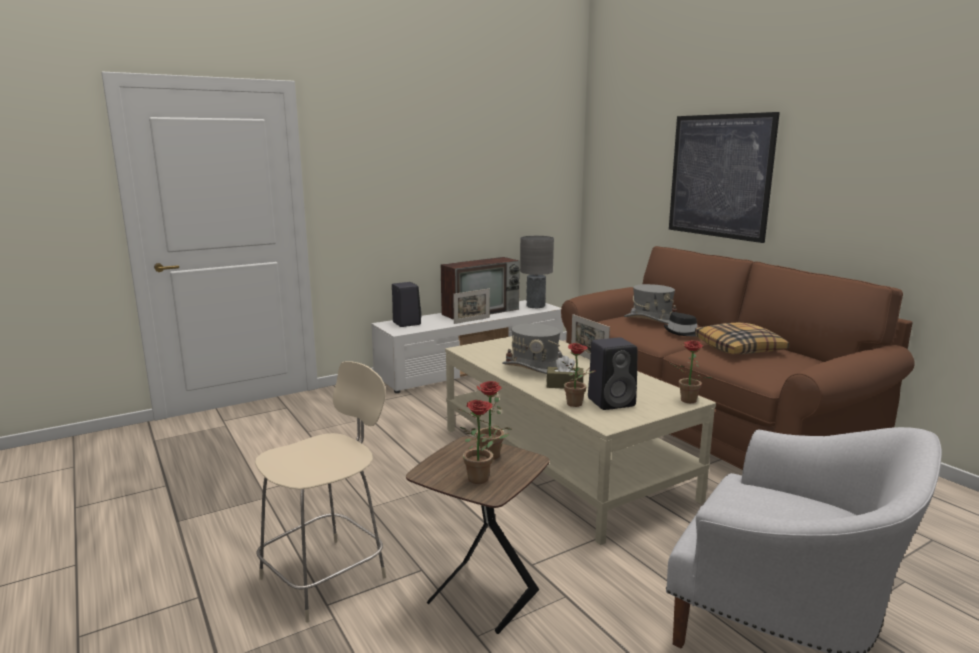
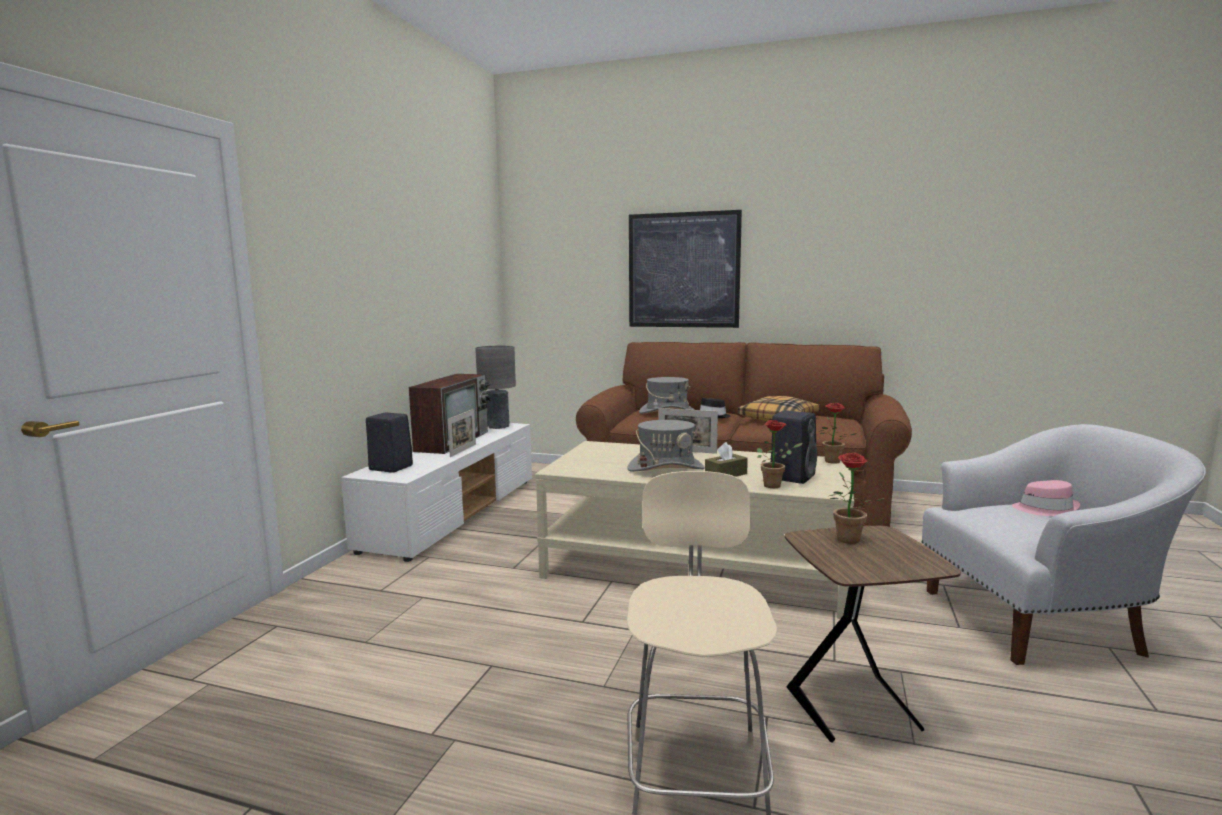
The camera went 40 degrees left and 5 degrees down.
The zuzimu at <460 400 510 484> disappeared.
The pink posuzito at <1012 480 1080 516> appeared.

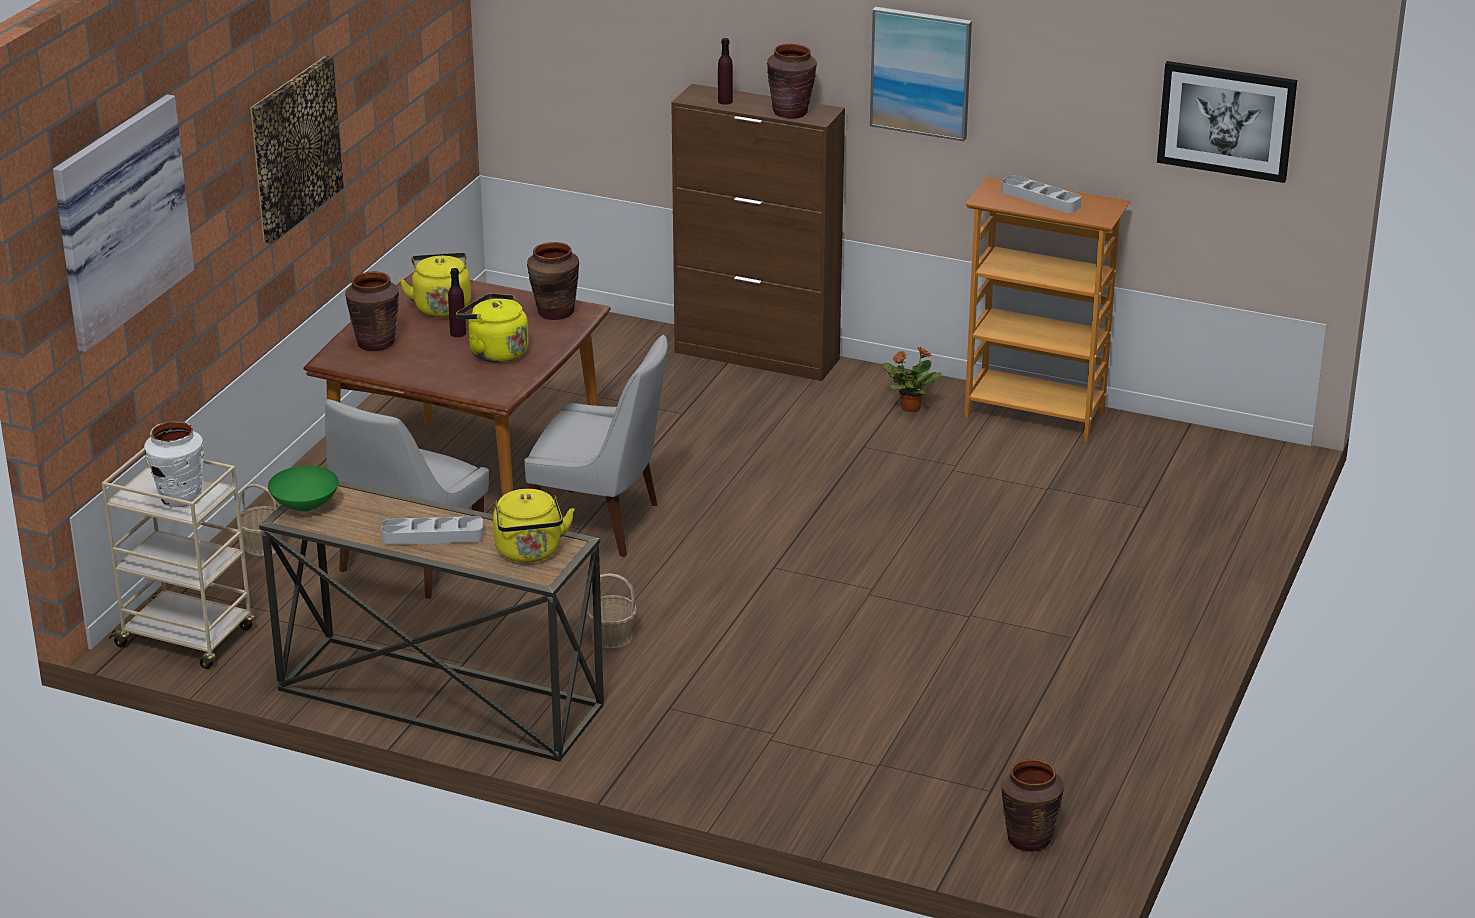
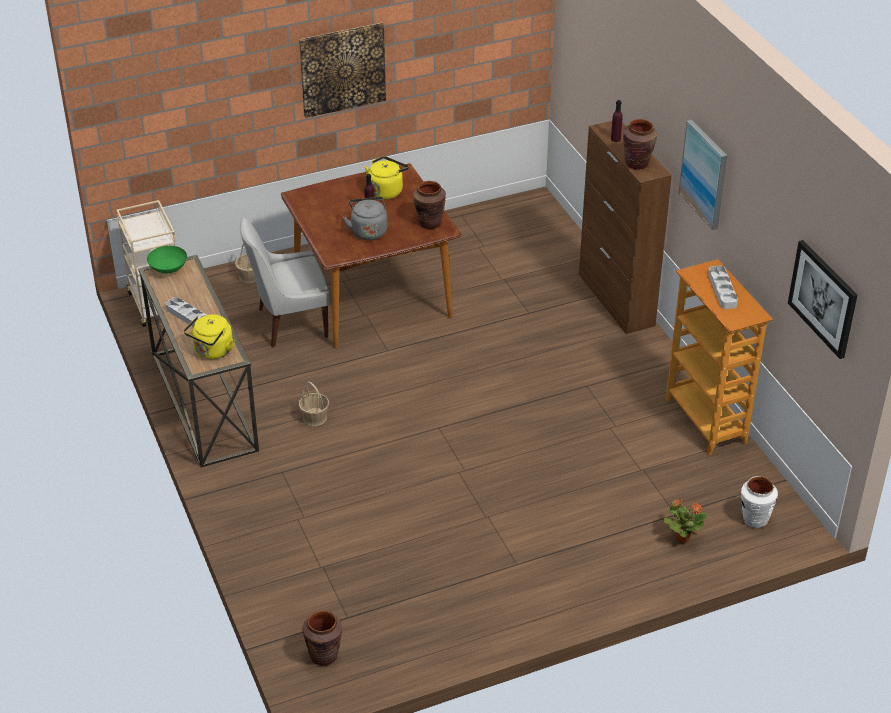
The camera went 45 degrees right and 10 degrees up.
The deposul at <53 94 194 352> disappeared.
The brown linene at <345 271 399 351> disappeared.
The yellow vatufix at <456 293 529 363> became the grey vatufix at <343 197 387 240>.
The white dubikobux at <524 335 668 557> disappeared.
The zuzimu moved from <883 346 942 412> to <662 499 708 543>.
The white linene moved from <144 421 204 507> to <741 476 778 528>.

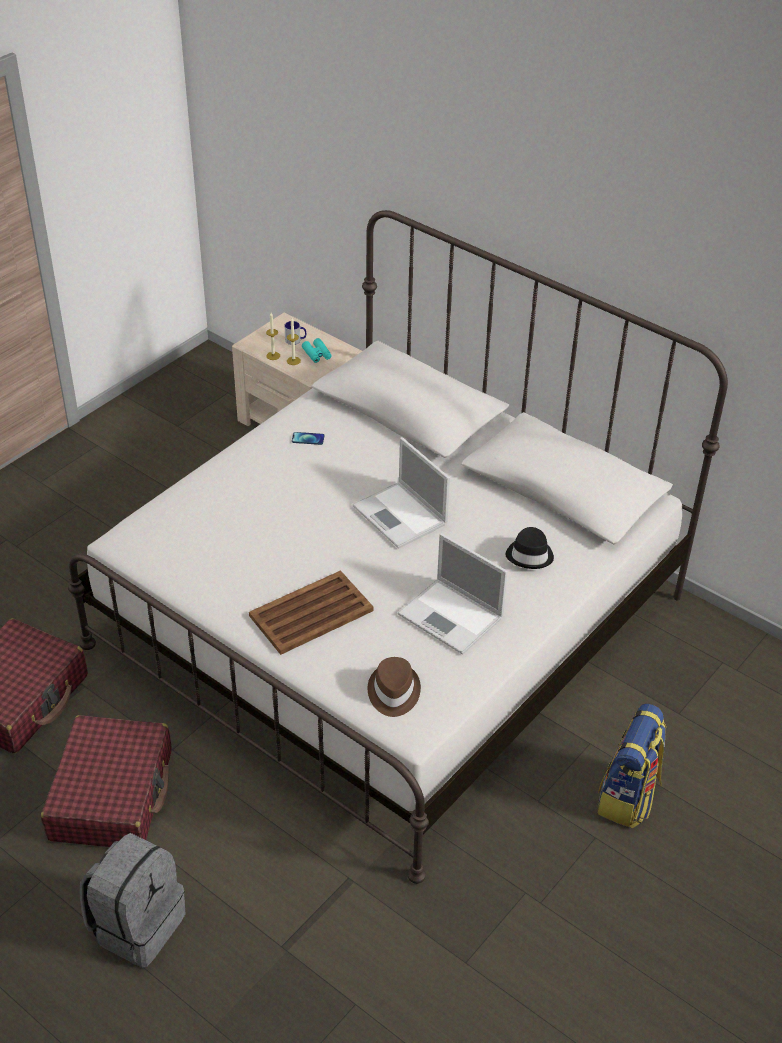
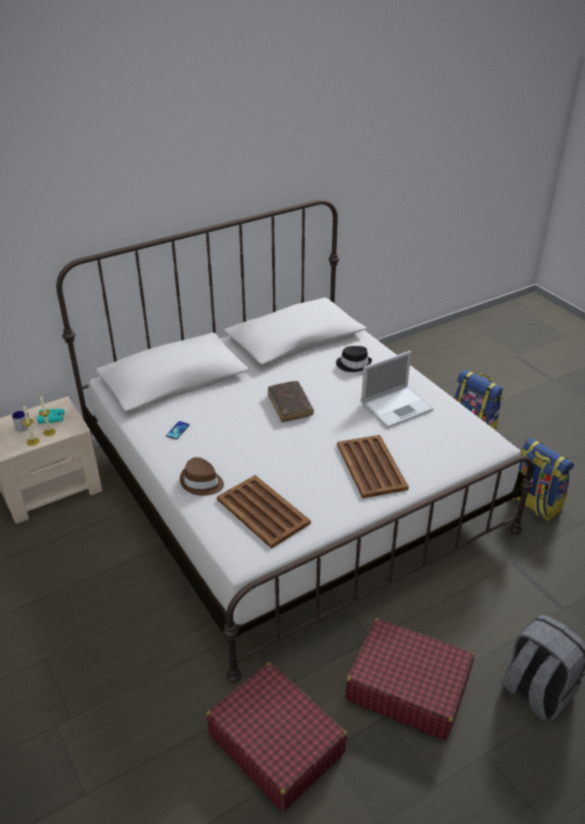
The camera went 70 degrees left and 5 degrees down.
The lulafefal at <353 437 450 549> was replaced by the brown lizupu at <268 381 314 422>.
The brown posuzito moved from <368 657 421 717> to <180 457 224 496>.
The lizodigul at <510 438 574 521> appeared.
The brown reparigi at <217 475 311 549> appeared.

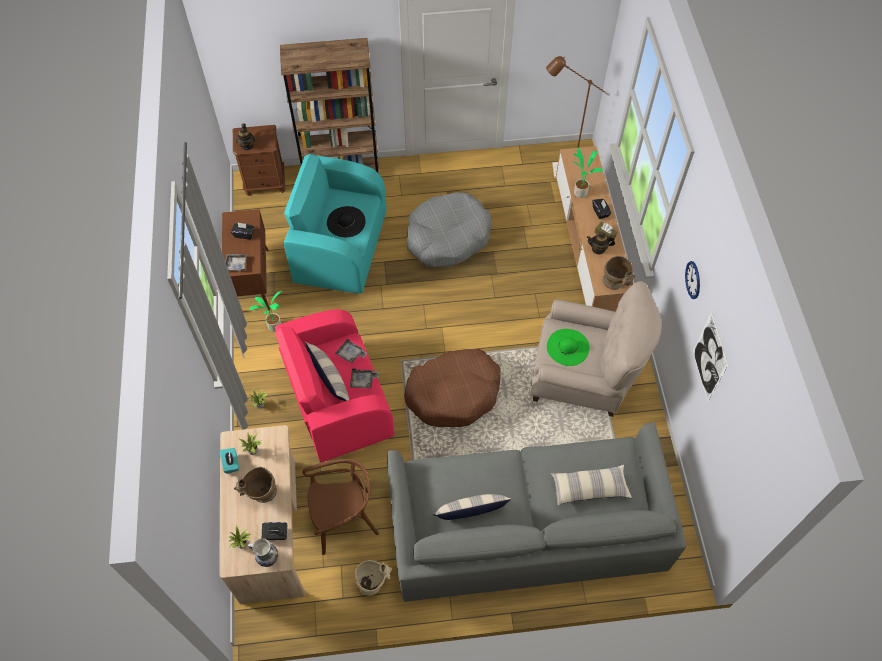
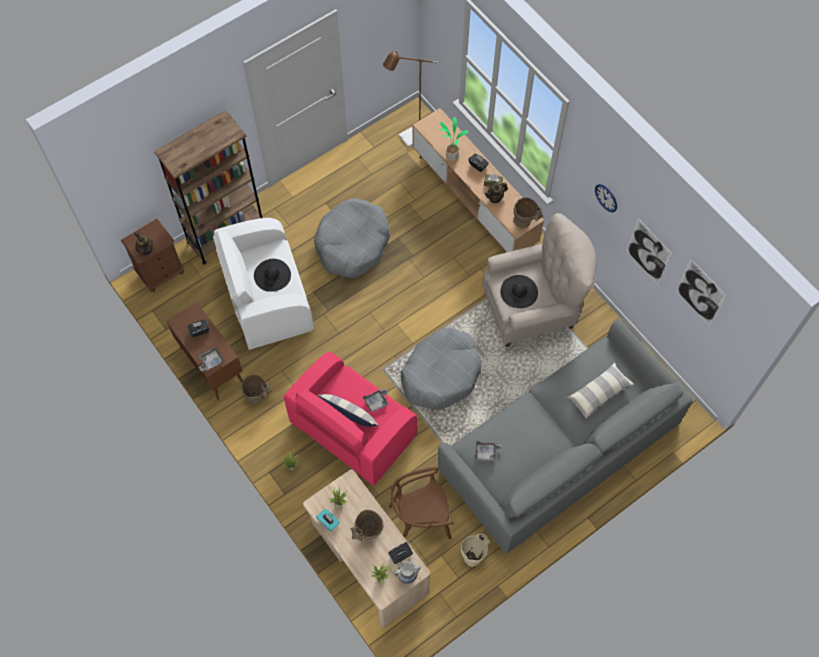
The camera went 30 degrees left and 5 degrees up.
The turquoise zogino at <284 154 387 294> became the white zogino at <213 218 314 350>.
The zuzimu at <250 291 282 332> was replaced by the beige linene at <241 375 273 404>.
The green posuzito at <547 329 589 366> became the black posuzito at <501 275 538 308>.
The grey reparigi moved from <335 338 367 363> to <475 441 502 461>.
The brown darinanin at <404 349 501 427> became the grey darinanin at <401 327 482 410>.
The brown dubikobux at <302 459 379 555> turned 150 degrees counterclockwise.
The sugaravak at <433 494 511 520> disappeared.
The deposul at <676 258 727 326> appeared.

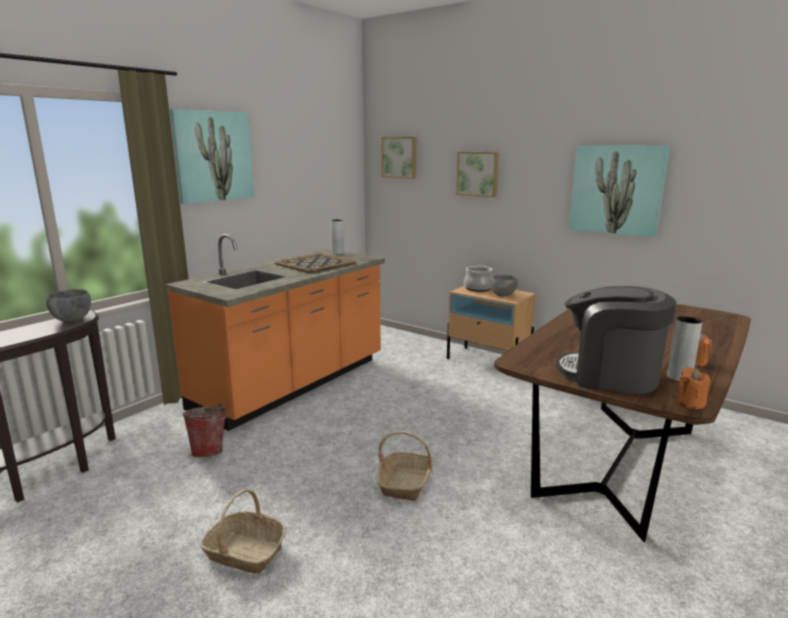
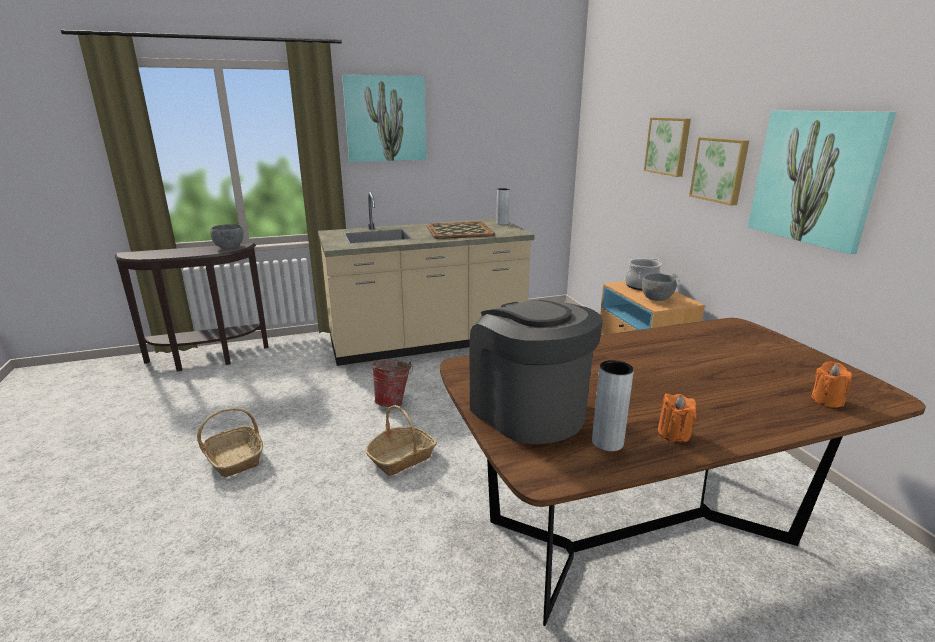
The camera went 35 degrees right and 5 degrees up.
The deposul moved from <382 137 416 179> to <689 137 749 206>.
The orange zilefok at <165 234 385 431> became the beige zilefok at <318 192 534 366>.
The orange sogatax moved from <677 367 711 409> to <811 361 852 407>.
The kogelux moved from <182 403 230 457> to <371 360 413 407>.

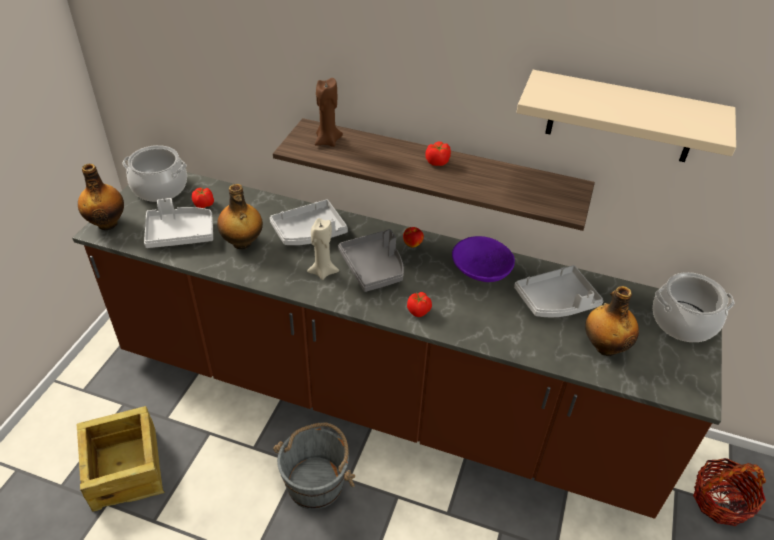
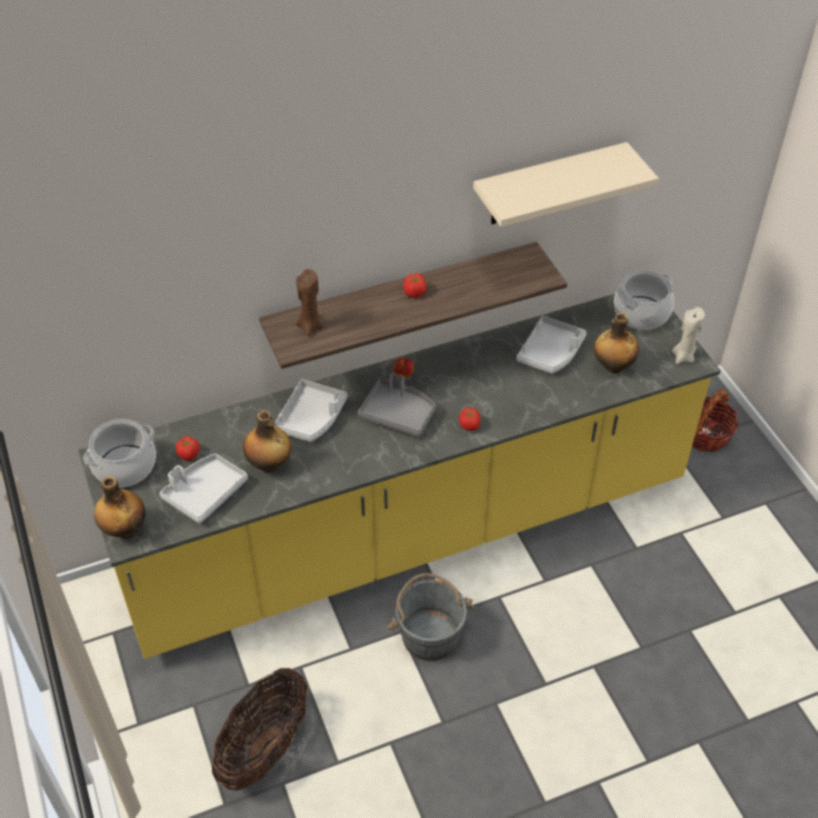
The camera went 40 degrees left and 5 degrees up.
The brown zilefok at <72 172 722 519> became the yellow zilefok at <78 294 721 659>.
The beige sogatax moved from <307 218 339 280> to <672 307 705 364>.
The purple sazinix at <452 236 515 282> disappeared.
The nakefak at <77 406 164 511> was replaced by the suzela at <212 668 307 790>.

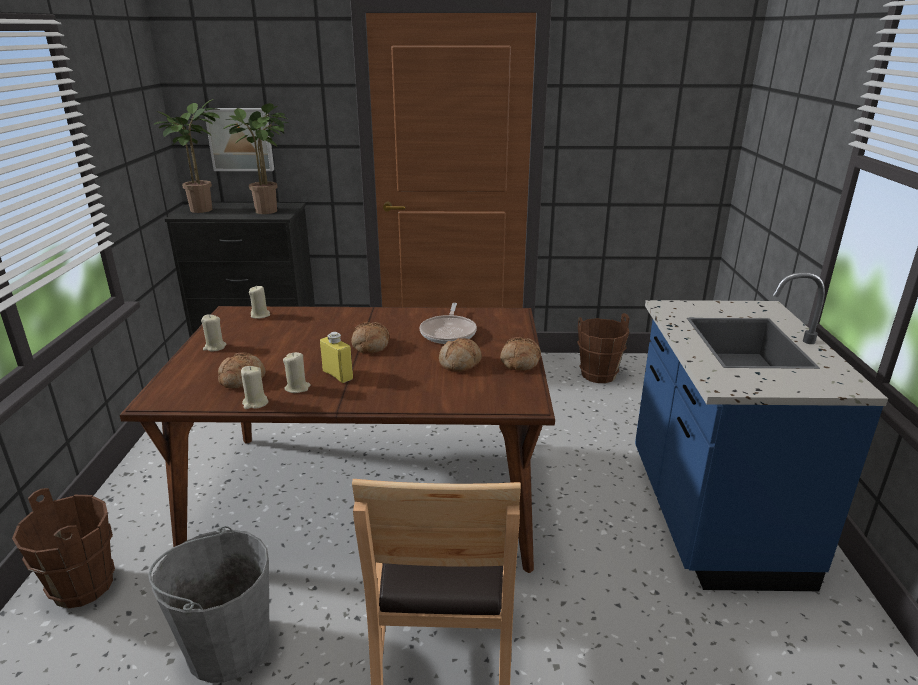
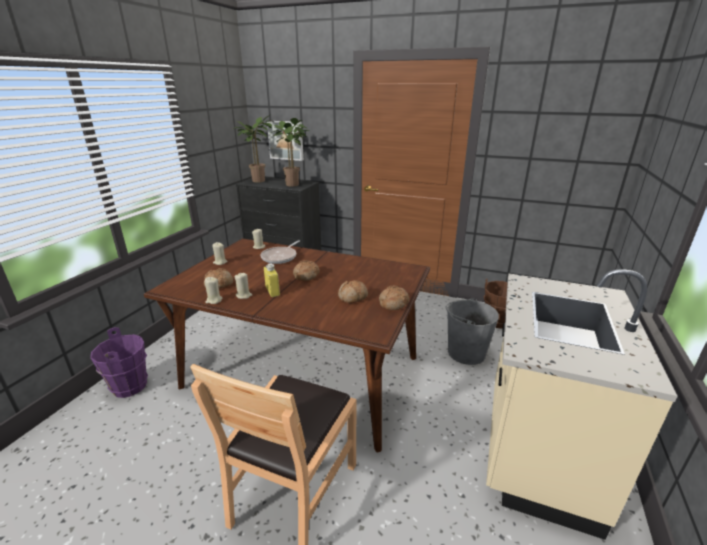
The camera went 20 degrees right and 0 degrees up.
The blue zilefok at <635 272 888 591> became the beige zilefok at <486 269 677 540>.
The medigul moved from <419 303 477 344> to <260 241 300 264>.
The brown kogelux at <12 488 115 608> became the purple kogelux at <90 327 148 398>.
The grey kogelux moved from <148 526 270 683> to <446 298 499 365>.

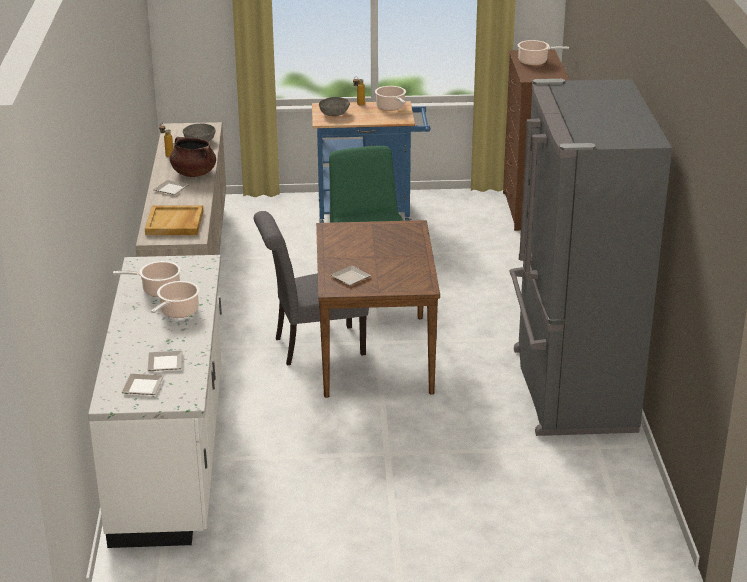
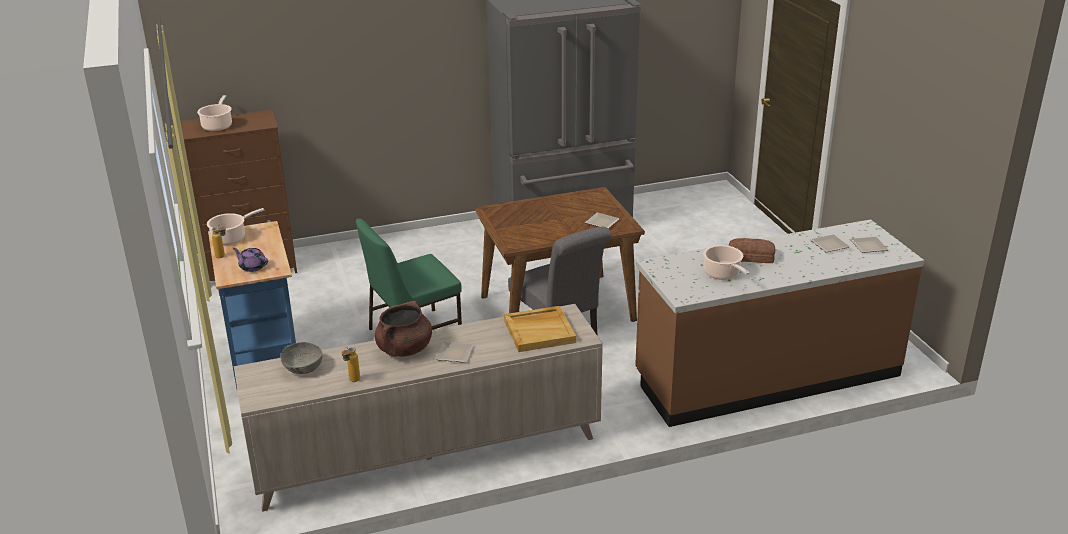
The camera went 105 degrees left and 0 degrees up.
The grey sazinix at <319 97 350 116> was replaced by the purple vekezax at <233 248 268 272>.
The white zilefok at <88 255 222 548> became the brown zilefok at <635 219 924 427>.
The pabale at <151 281 200 318> was replaced by the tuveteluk at <729 238 775 263>.

